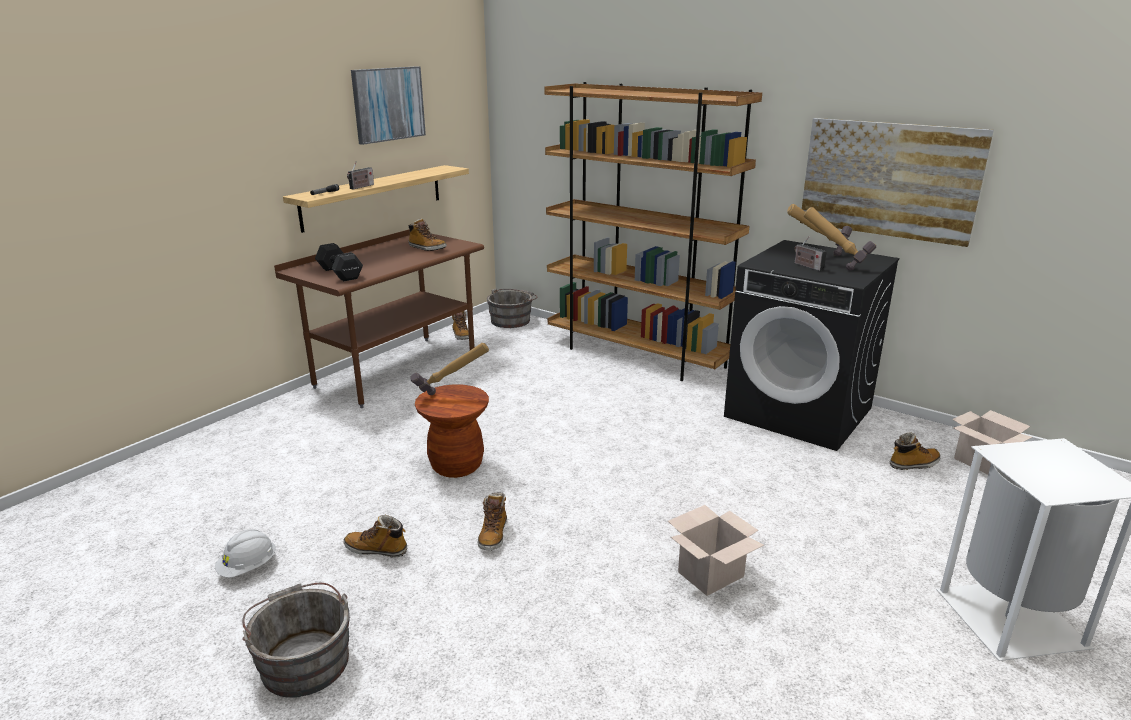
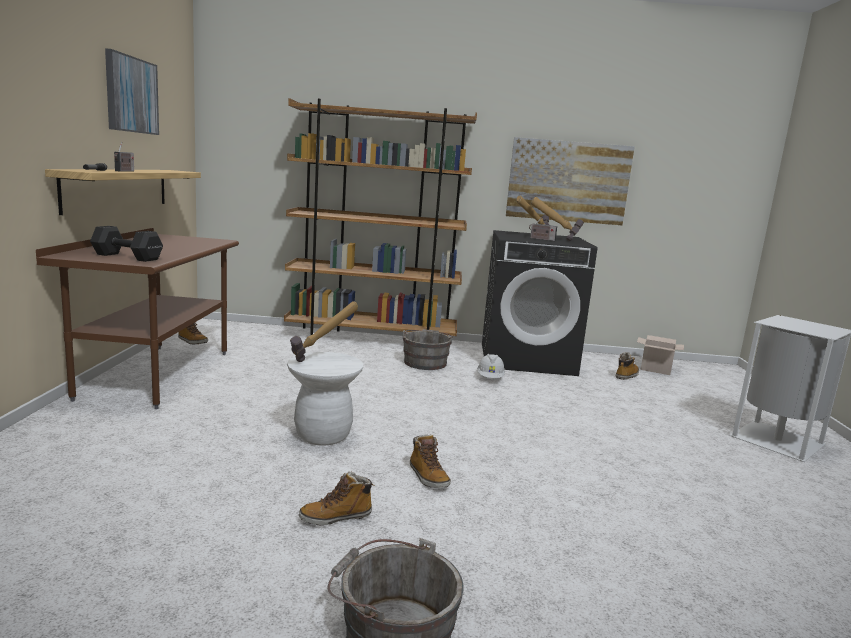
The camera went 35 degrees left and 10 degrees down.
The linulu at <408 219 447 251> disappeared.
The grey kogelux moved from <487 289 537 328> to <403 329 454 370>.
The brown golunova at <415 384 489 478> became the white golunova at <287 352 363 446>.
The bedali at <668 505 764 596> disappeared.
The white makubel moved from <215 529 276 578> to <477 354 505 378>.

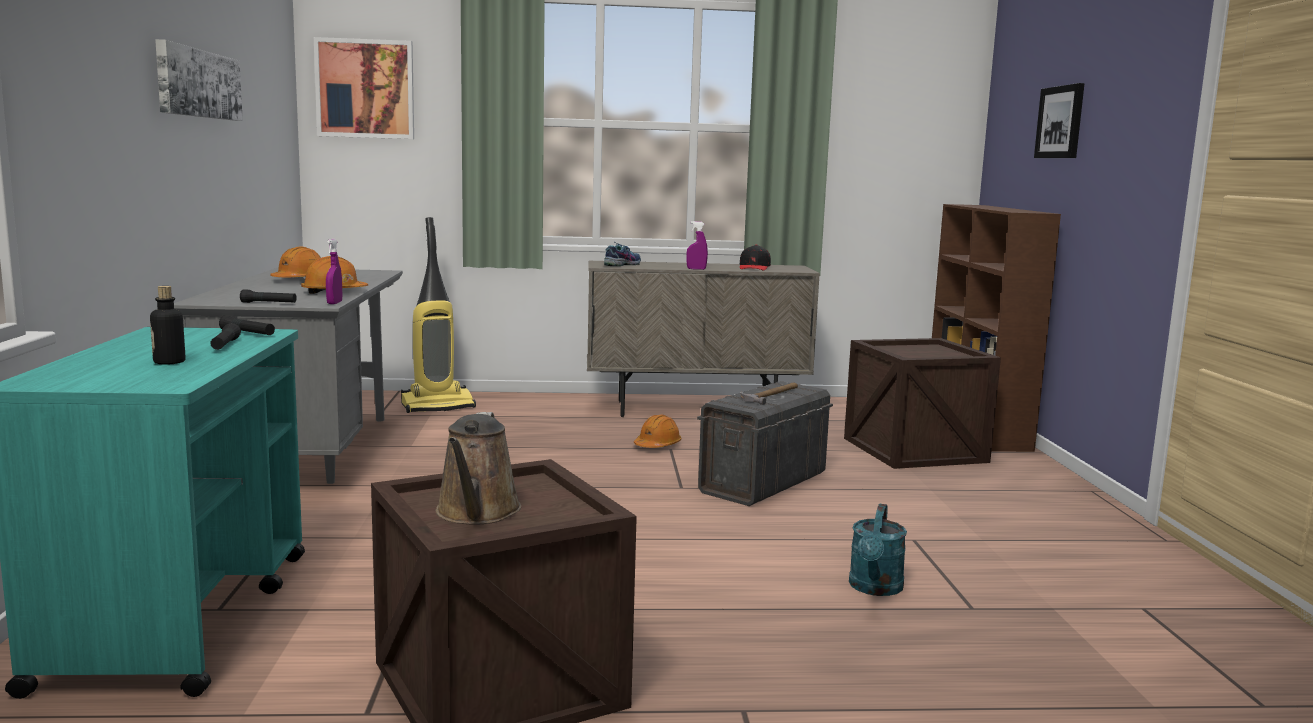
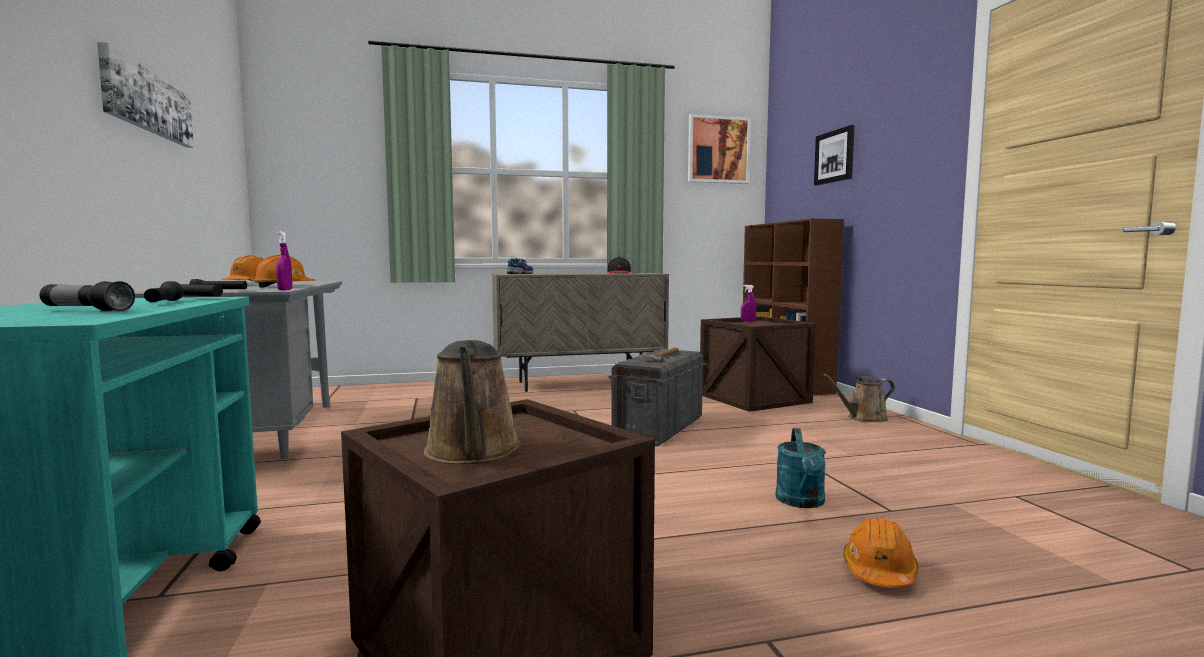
The camera went 10 degrees left and 5 degrees down.
The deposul moved from <314 37 414 139> to <688 114 751 184>.
The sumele at <401 217 476 413> disappeared.
The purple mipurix moved from <686 221 708 270> to <741 285 756 322>.
The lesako at <150 286 185 365> was replaced by the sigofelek at <40 281 135 312>.
The orange makubel moved from <634 415 681 448> to <843 517 919 588>.
The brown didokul at <822 374 895 422> appeared.

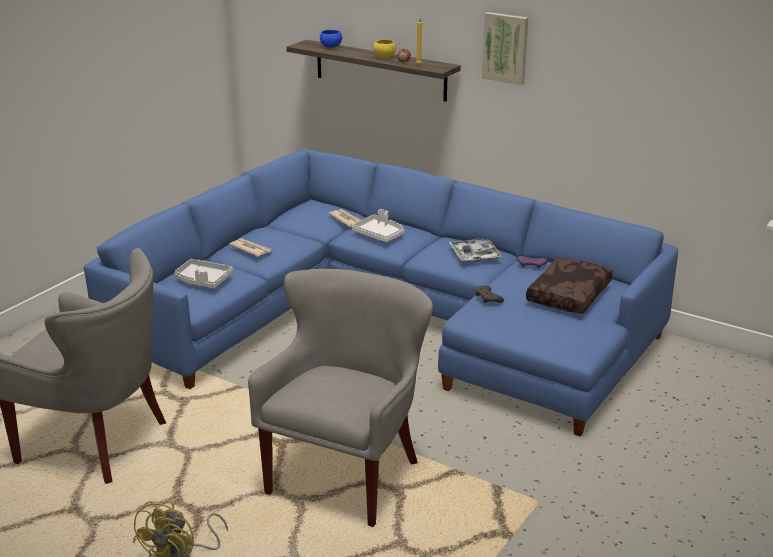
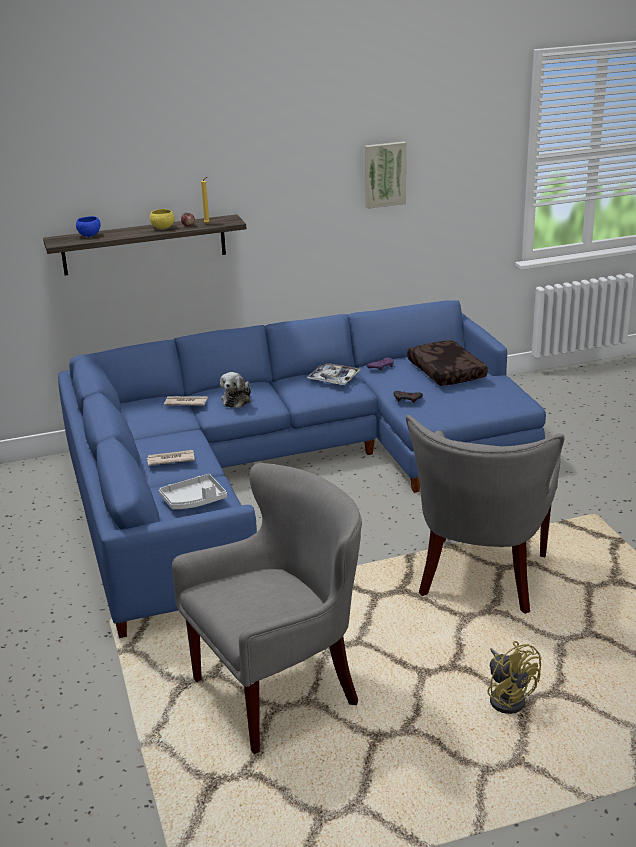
The camera went 50 degrees left and 0 degrees up.
The deposul moved from <482 12 528 85> to <365 141 406 209>.
The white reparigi at <352 209 404 242> was replaced by the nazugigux at <220 372 251 408>.
The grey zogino at <248 269 433 527> turned 135 degrees counterclockwise.

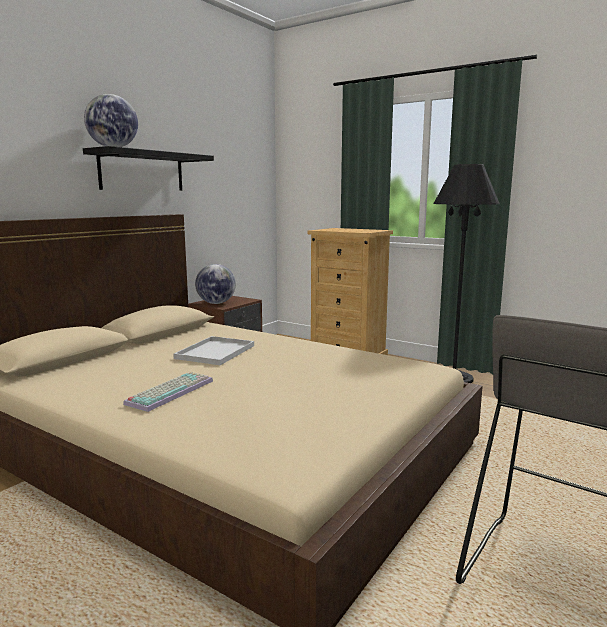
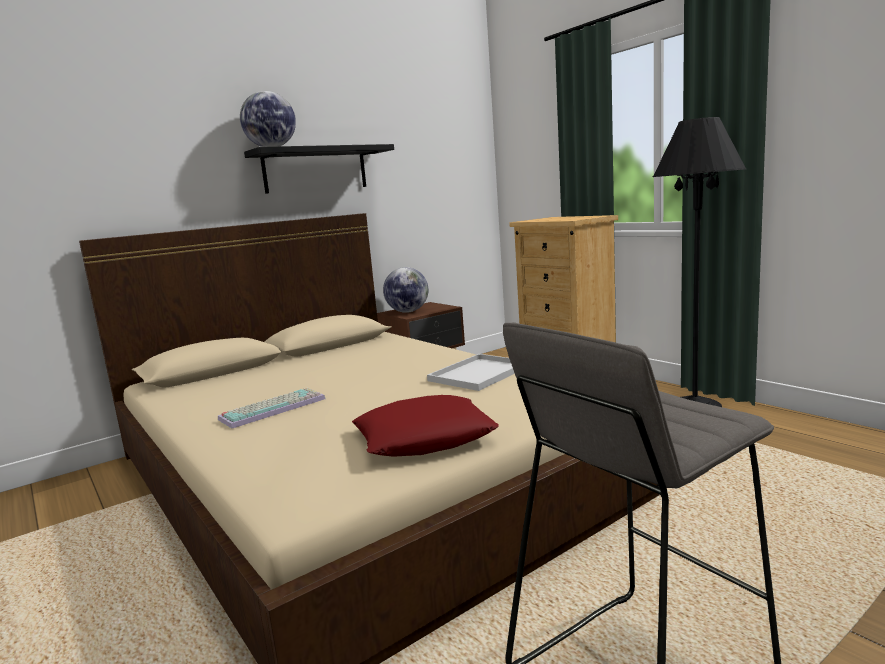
The camera went 20 degrees right and 0 degrees up.
The white reparigi moved from <173 336 254 365> to <427 354 515 391>.
The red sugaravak at <352 395 499 457> appeared.

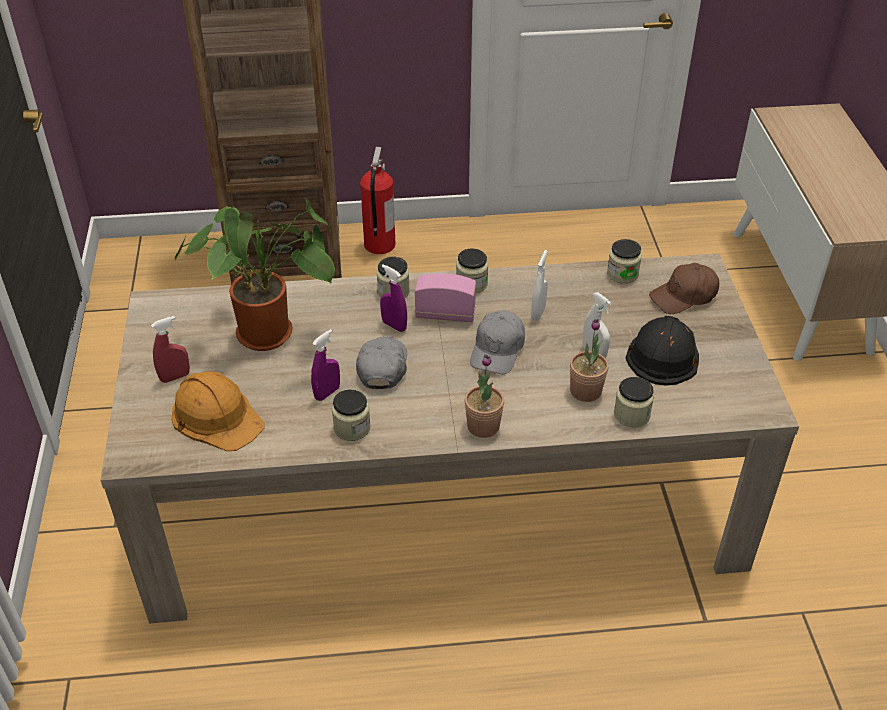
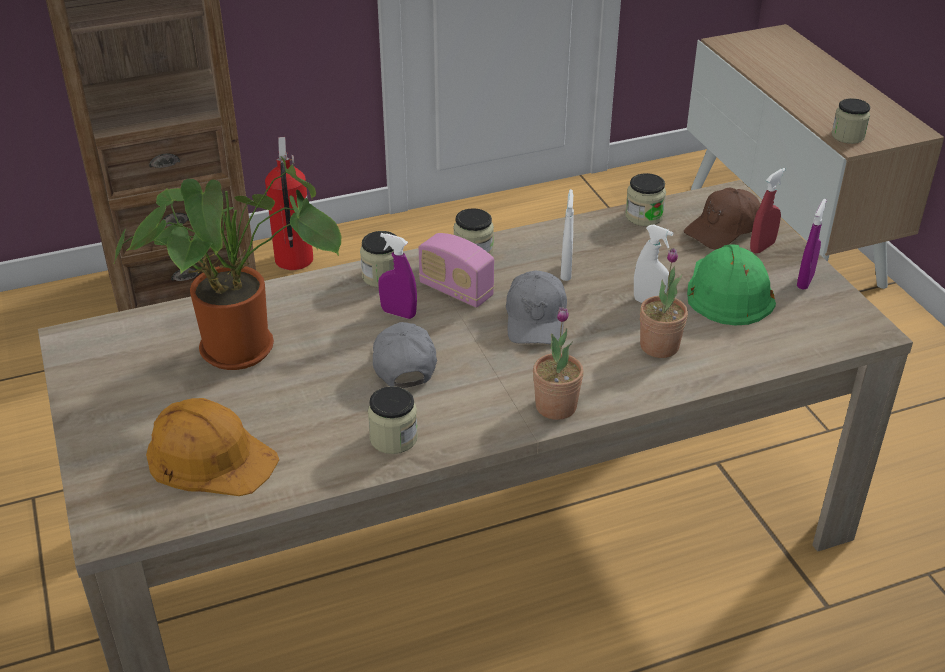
The camera went 15 degrees left and 5 degrees down.
The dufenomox at <415 273 476 322> turned 135 degrees counterclockwise.
The red mipurix moved from <151 316 190 383> to <750 168 786 253>.
The black makubel at <626 316 699 386> became the green makubel at <687 244 776 326>.
The purple mipurix moved from <311 329 340 401> to <797 199 827 290>.
The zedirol moved from <614 377 654 428> to <831 98 870 144>.

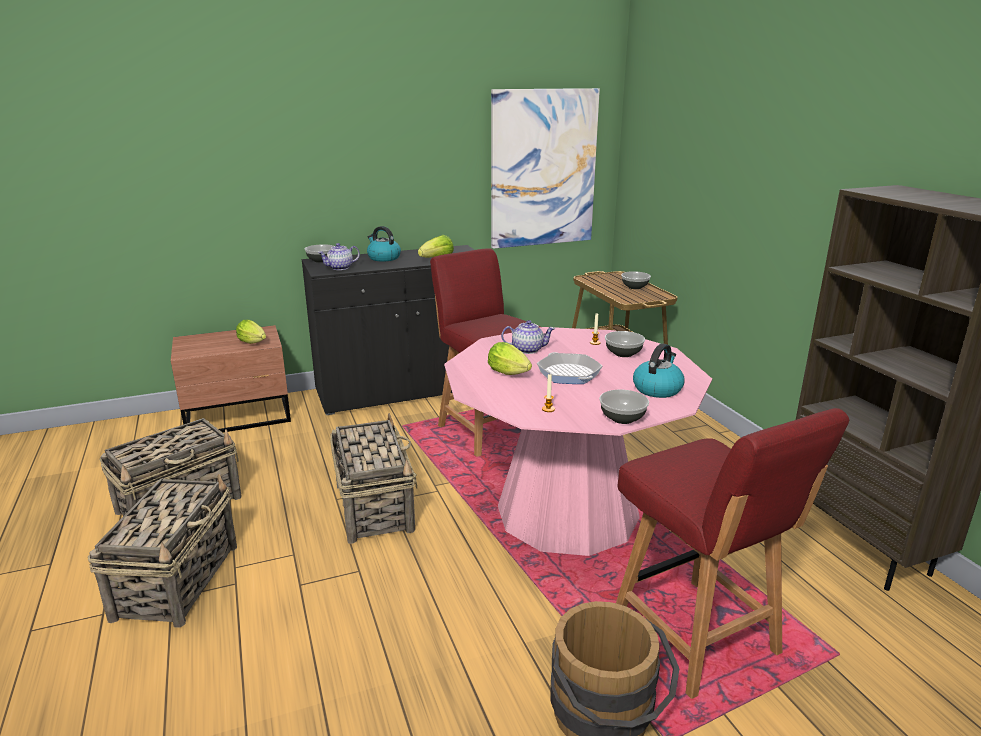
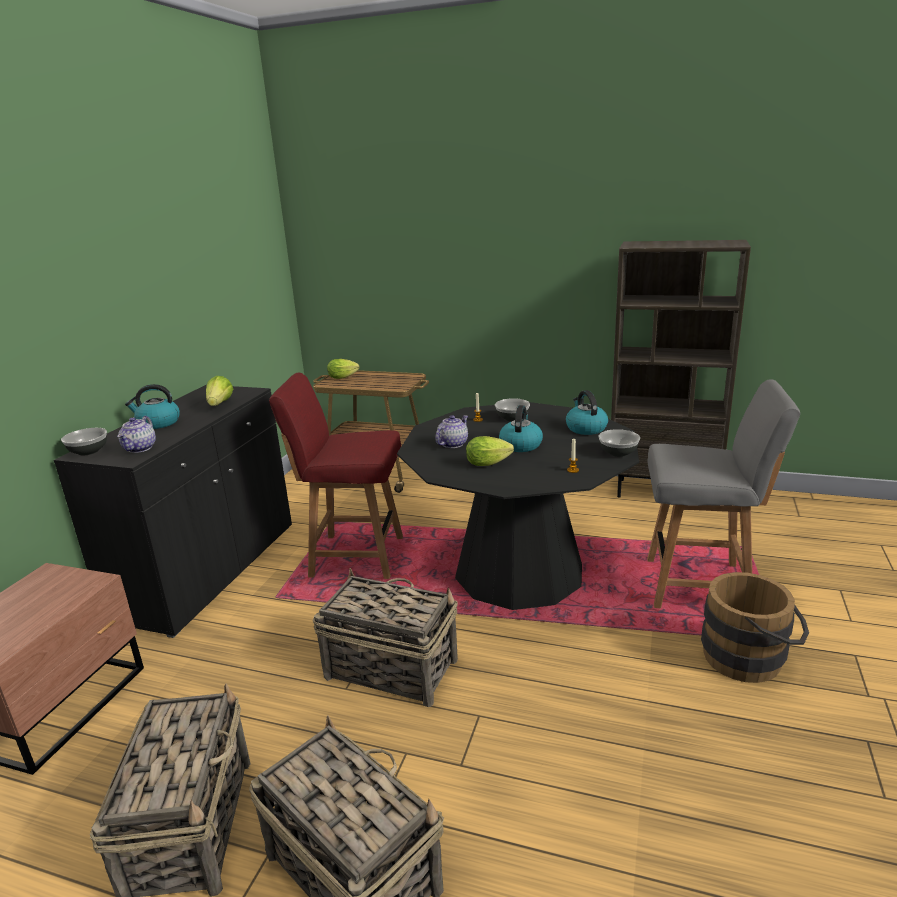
The camera went 50 degrees left and 0 degrees up.
The deposul at <491 88 600 249> disappeared.
The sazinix at <621 271 651 289> disappeared.
The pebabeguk moved from <236 320 266 344> to <327 359 360 379>.
The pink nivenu at <444 327 712 556> became the black nivenu at <397 402 639 610>.
The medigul at <537 352 602 384> was replaced by the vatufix at <499 405 543 452>.
The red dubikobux at <616 408 849 699> became the grey dubikobux at <647 379 800 608>.

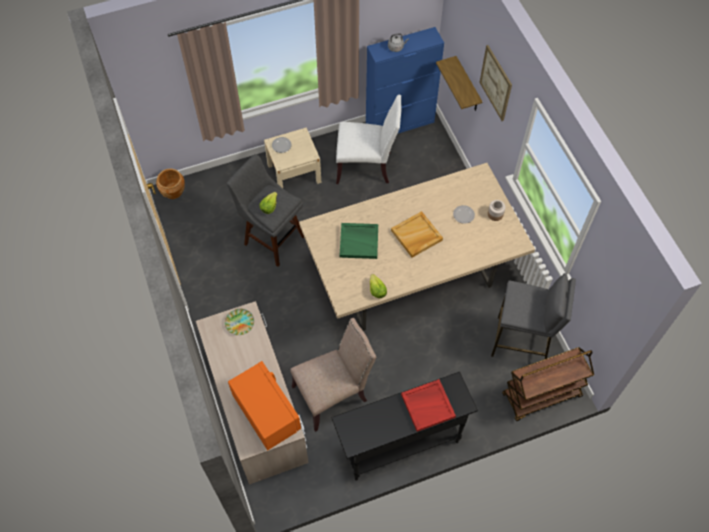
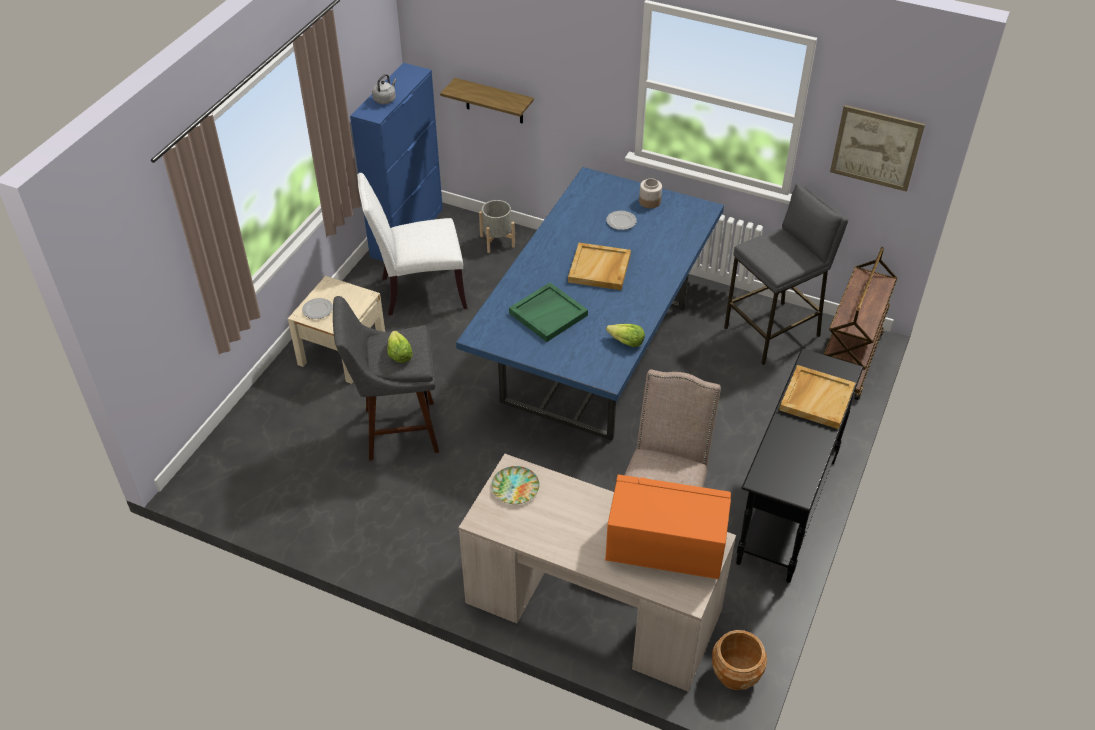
The camera went 45 degrees left and 15 degrees down.
The deposul moved from <479 45 512 121> to <830 105 925 192>.
The white dubikobux at <336 95 402 184> turned 150 degrees counterclockwise.
The beige nivenu at <299 163 535 331> became the blue nivenu at <456 167 724 440>.
The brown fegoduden moved from <156 169 185 199> to <712 630 767 690>.
The red reparigi at <401 379 456 432> became the beige reparigi at <779 365 855 429>.
The grey fegoduden at <479 200 515 253> appeared.

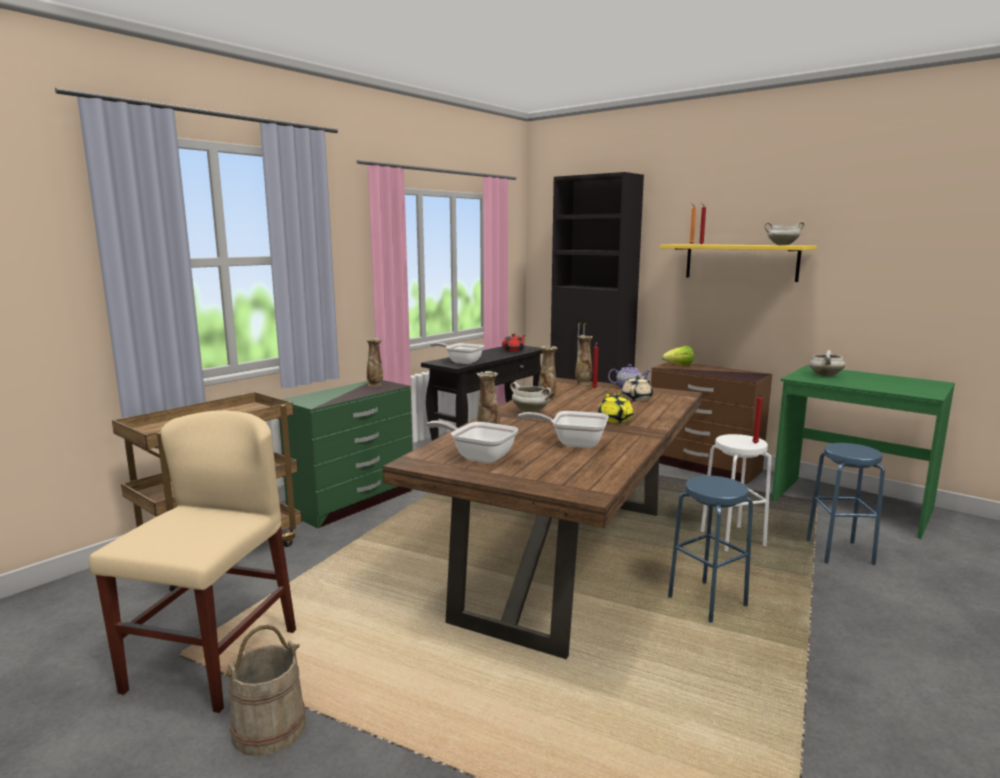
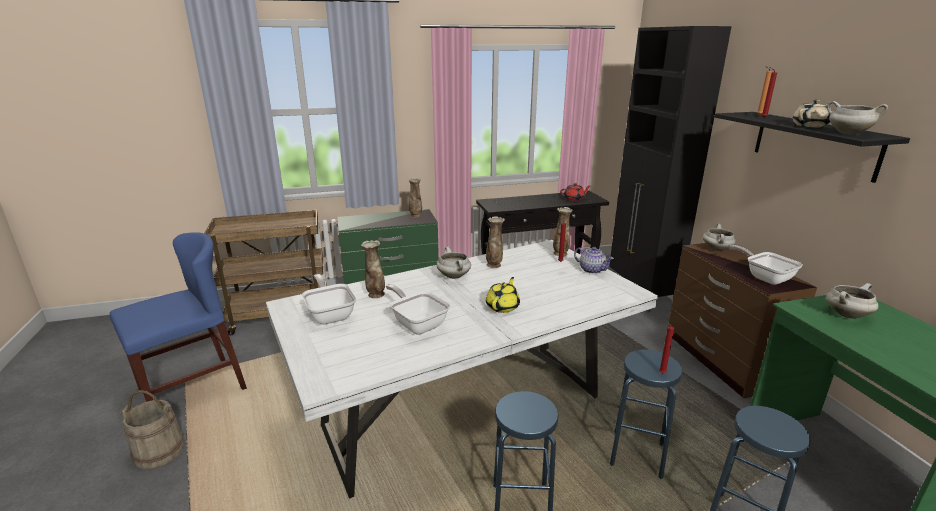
The camera went 35 degrees right and 10 degrees up.
The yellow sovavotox at <660 244 816 282> became the black sovavotox at <715 112 910 183>.
The medigul moved from <430 342 484 364> to <729 245 803 285>.
The pebabeguk at <662 346 694 366> was replaced by the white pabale at <703 224 736 251>.
The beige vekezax moved from <622 375 653 401> to <793 99 831 127>.
The brown nivenu at <383 378 702 659> became the white nivenu at <266 240 658 499>.
The beige dubikobux at <89 410 296 713> became the blue dubikobux at <110 233 247 402>.
The white golunova at <700 434 771 551> became the blue golunova at <610 349 682 479>.

